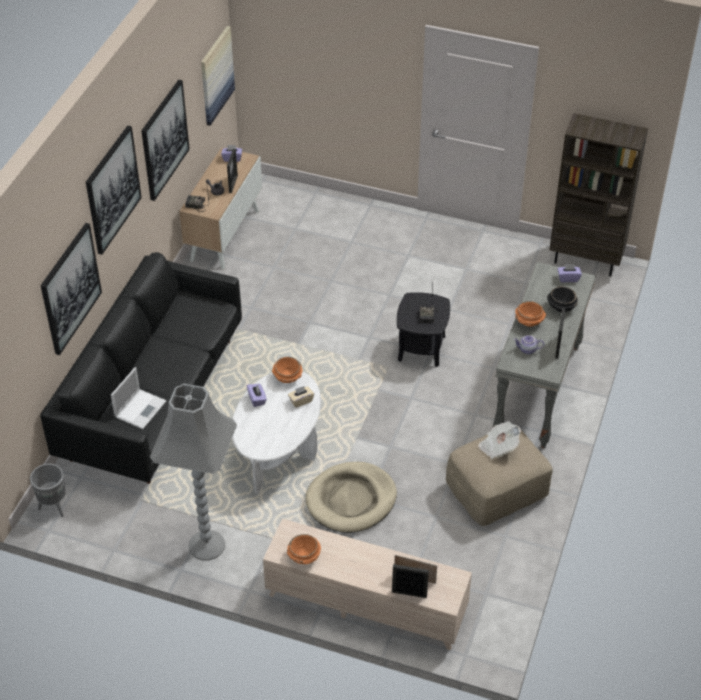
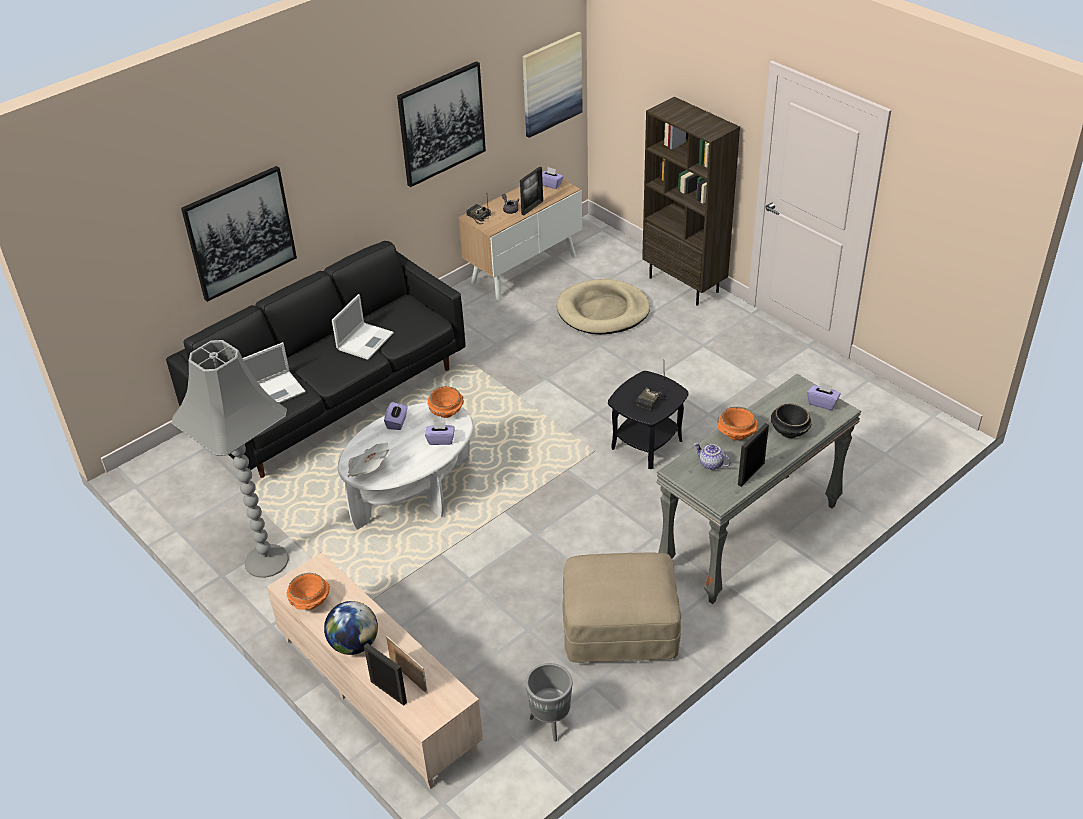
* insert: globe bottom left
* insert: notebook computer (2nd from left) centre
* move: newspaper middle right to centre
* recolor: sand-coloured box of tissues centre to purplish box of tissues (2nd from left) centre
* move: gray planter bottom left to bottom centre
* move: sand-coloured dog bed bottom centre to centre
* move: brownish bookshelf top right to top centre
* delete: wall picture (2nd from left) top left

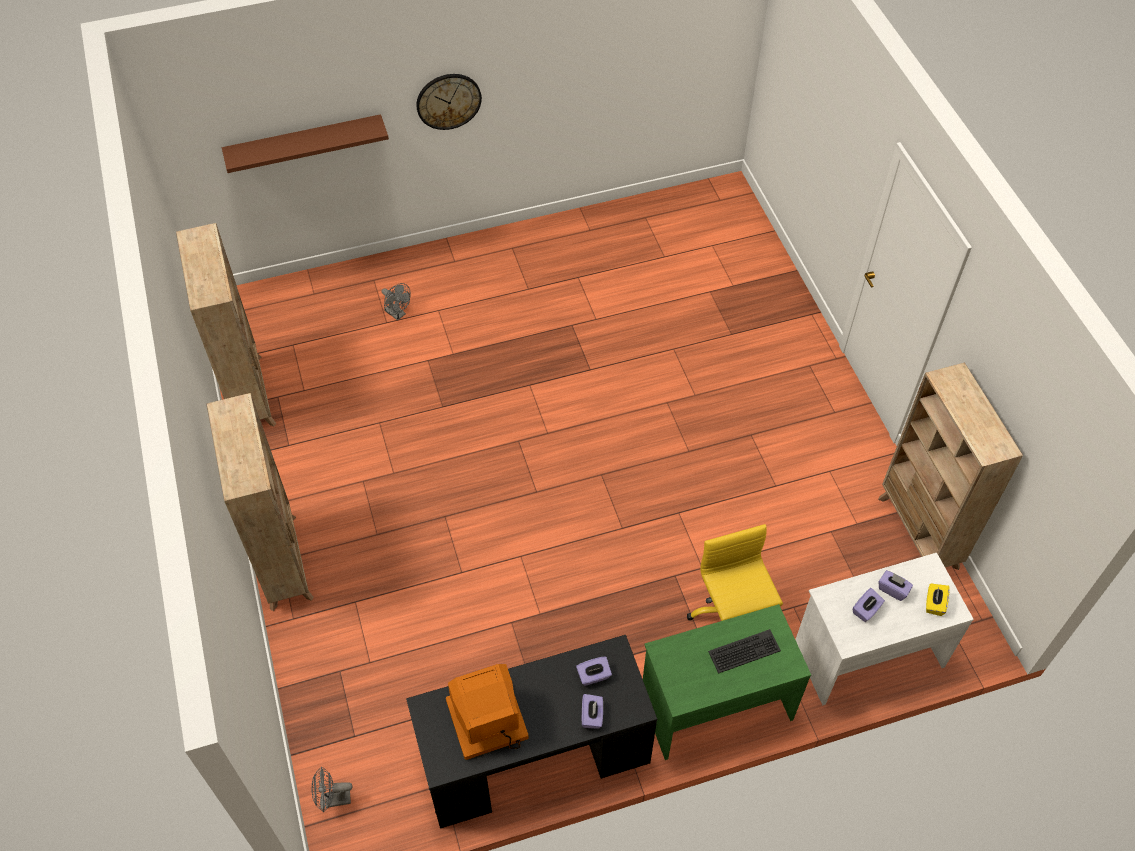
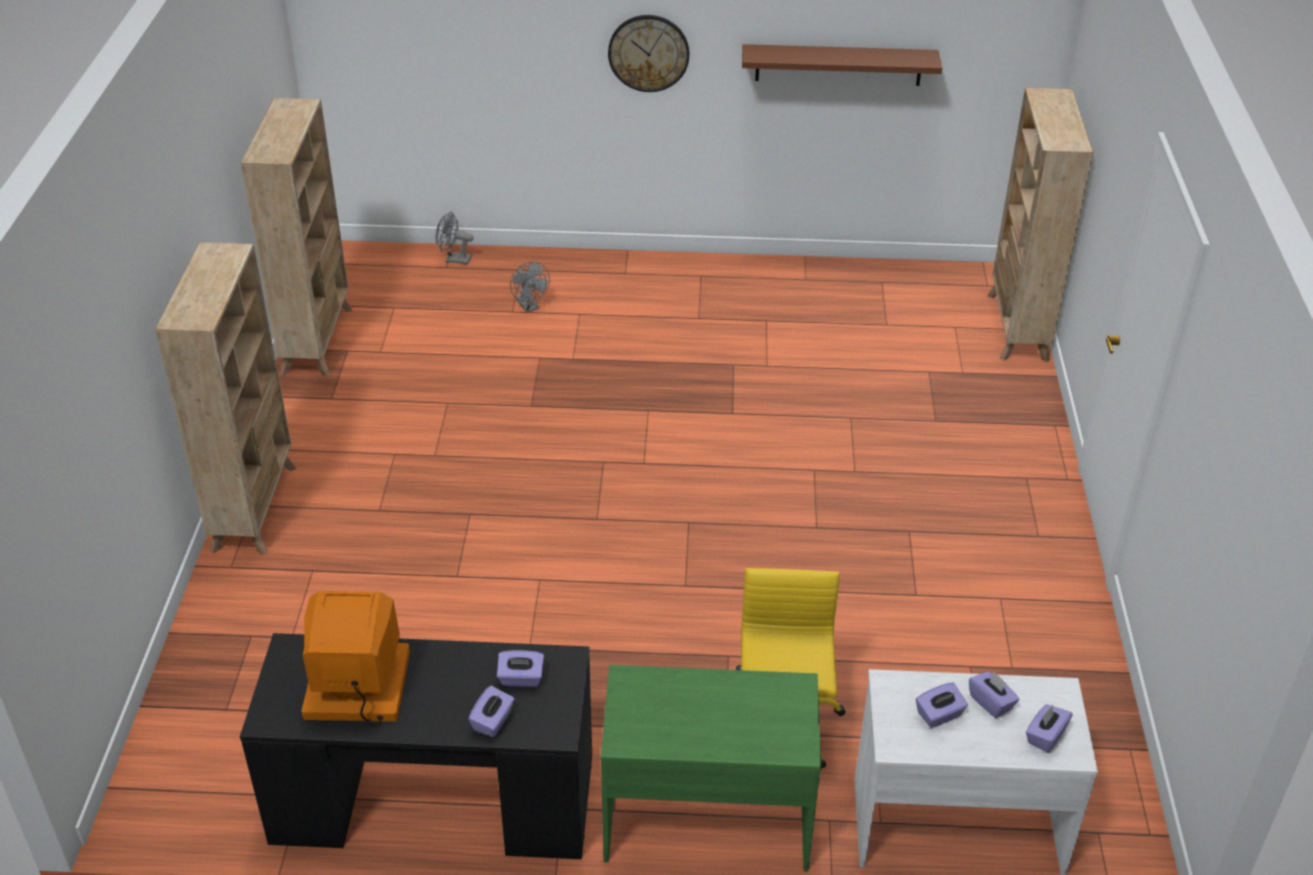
* move: gray cooling fan (1st from left) bottom left to top centre
* move: brownish wall shelf top left to top centre
* move: sand-coloured bookshelf (3rd from left) middle right to top right
* recolor: yellow-coloured box of tissues bottom right to purplish box of tissues (5th from left) bottom right
* delete: computer keyboard bottom centre

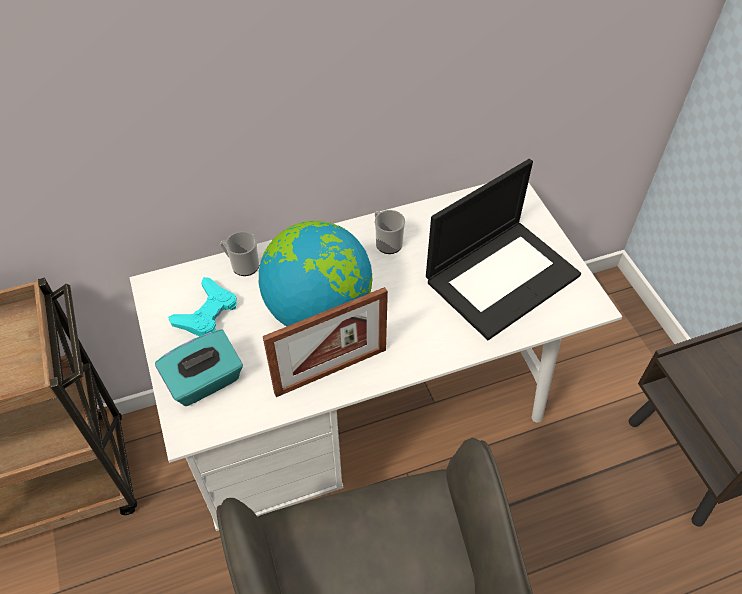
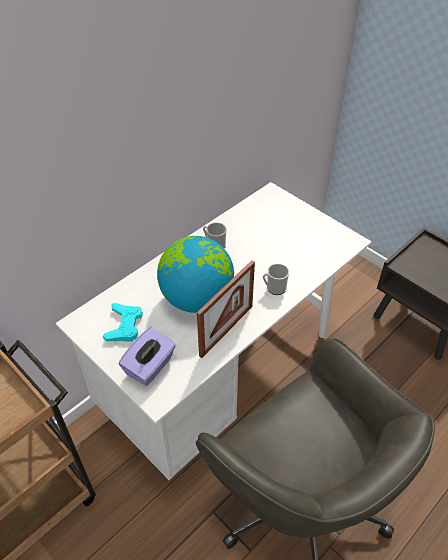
* recolor: turquoise-coloured box of tissues middle left to purplish box of tissues middle left
* move: mug (1st from left in the first image) middle left to mug (2nd from left) centre
* delete: notebook computer middle right

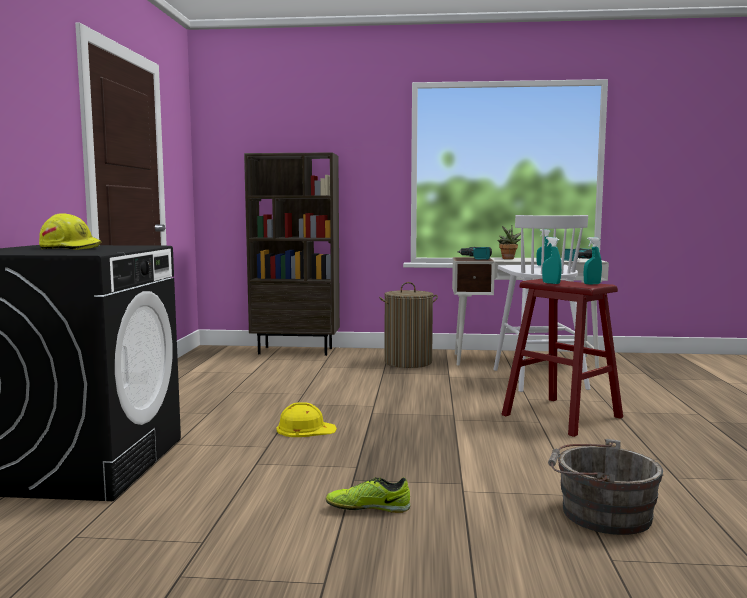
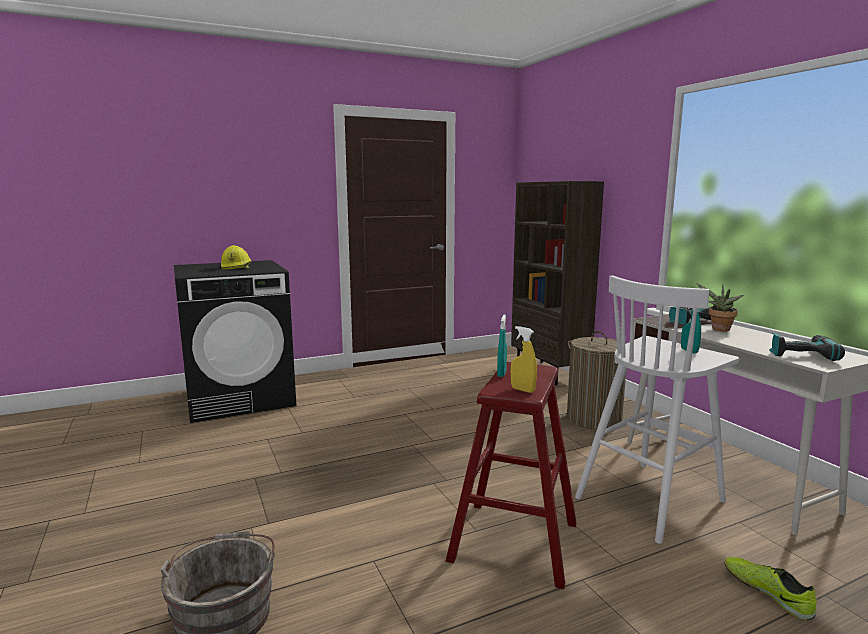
* recolor: turquoise-coloured spray bottle (3rd from left) middle right to yellow-coloured spray bottle centre
* move: shoe bottom centre to bottom right
* delete: yellow-coloured safety helmet (2nd from left) bottom centre

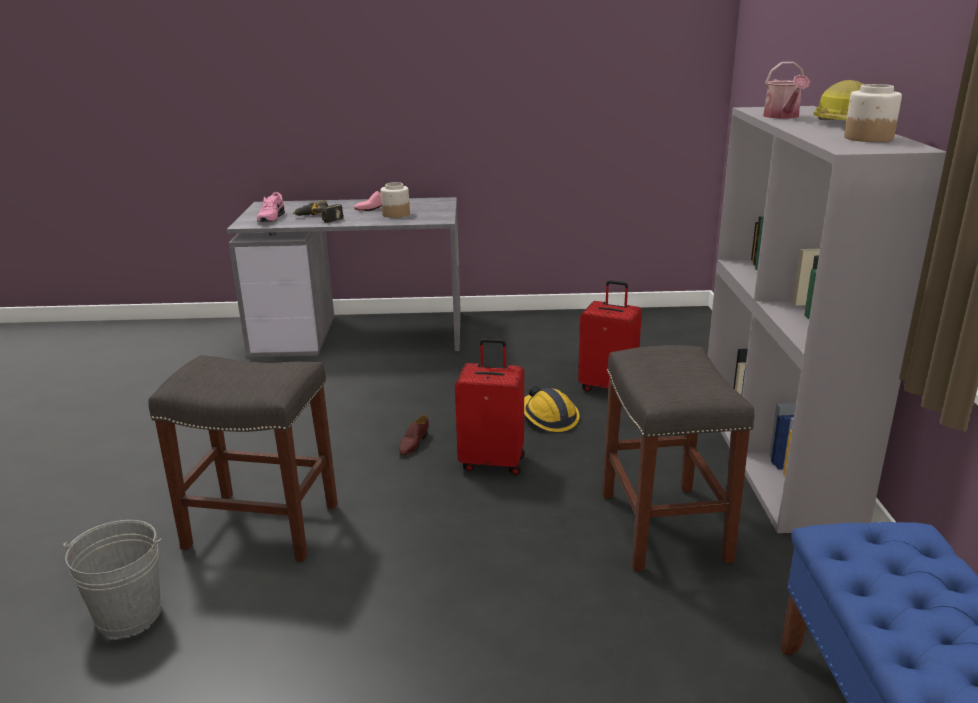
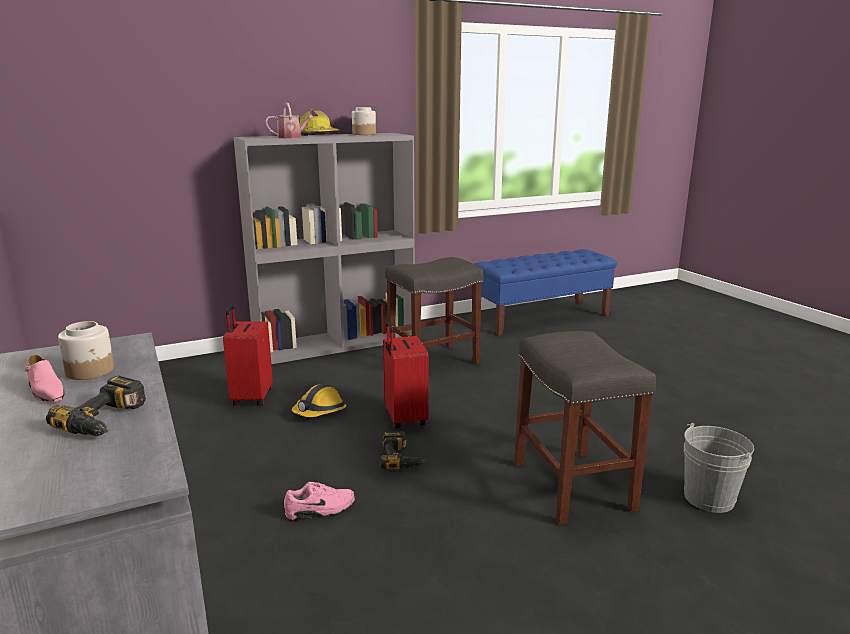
* move: pink shoe (1st from left in the first image) top left to pink shoe (2nd from left) bottom centre
* replace: brownish shoe centre to power drill (2nd from left) bottom centre

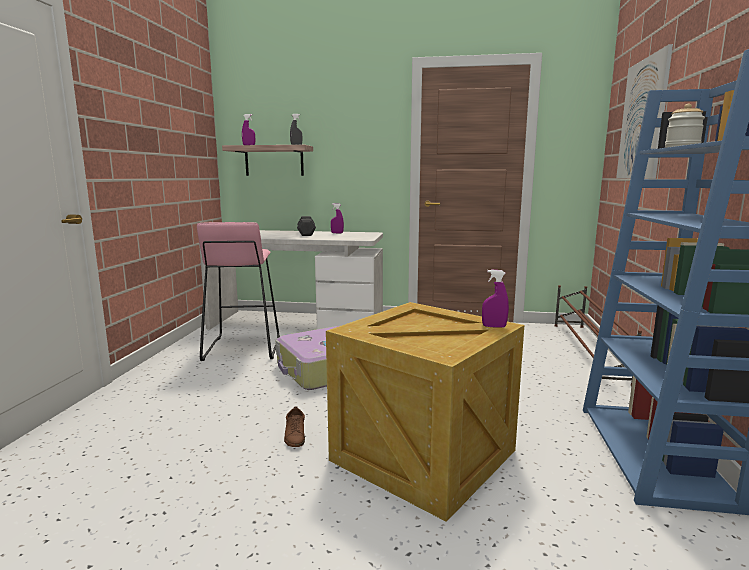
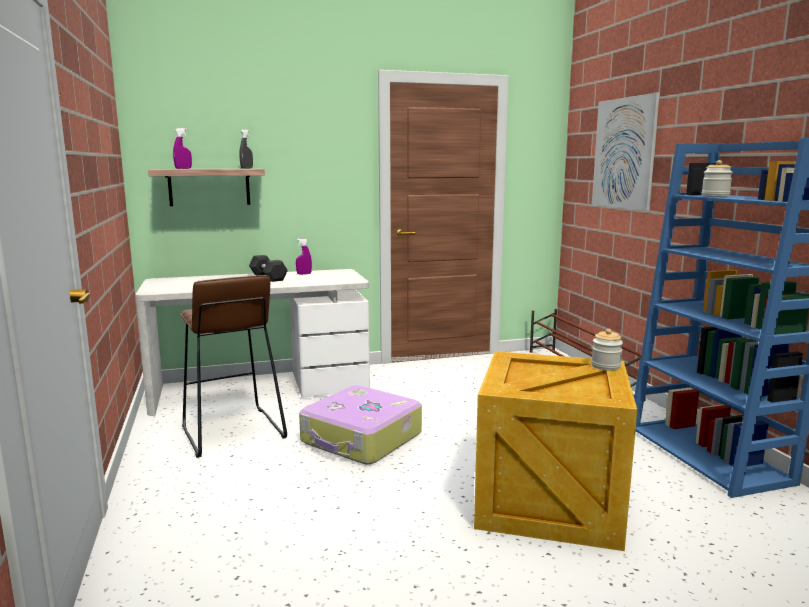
* recolor: pink sitting stool middle left to brownish sitting stool middle left
* replace: purplish spray bottle (3rd from left) centre to preserve jar (1st from left) middle right
* delete: brownish shoe bottom centre

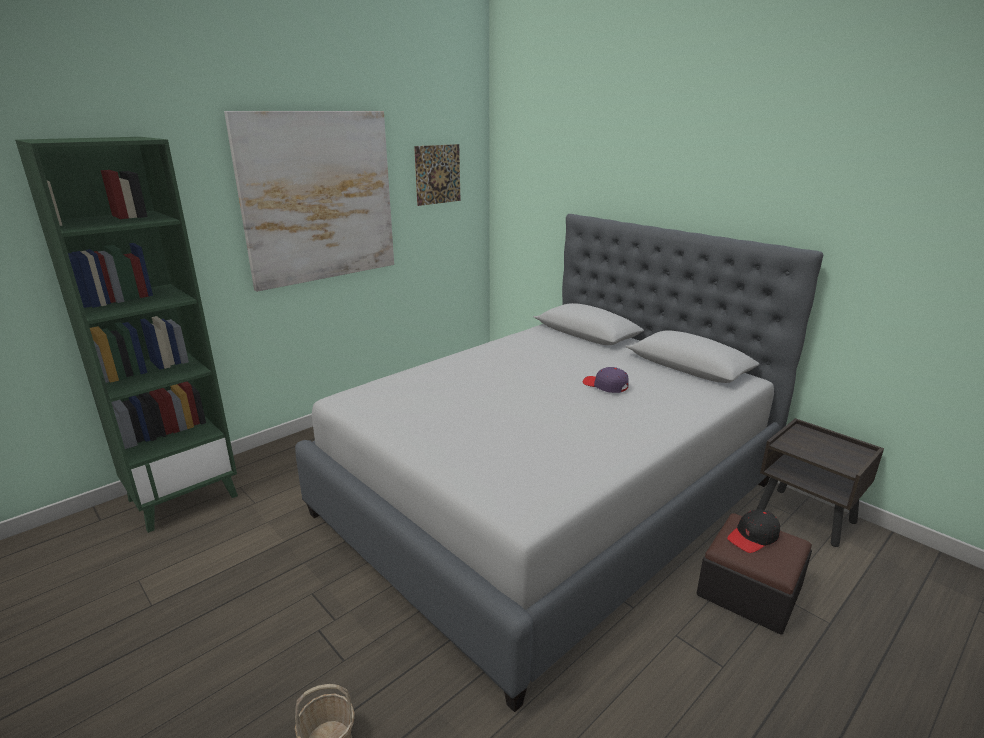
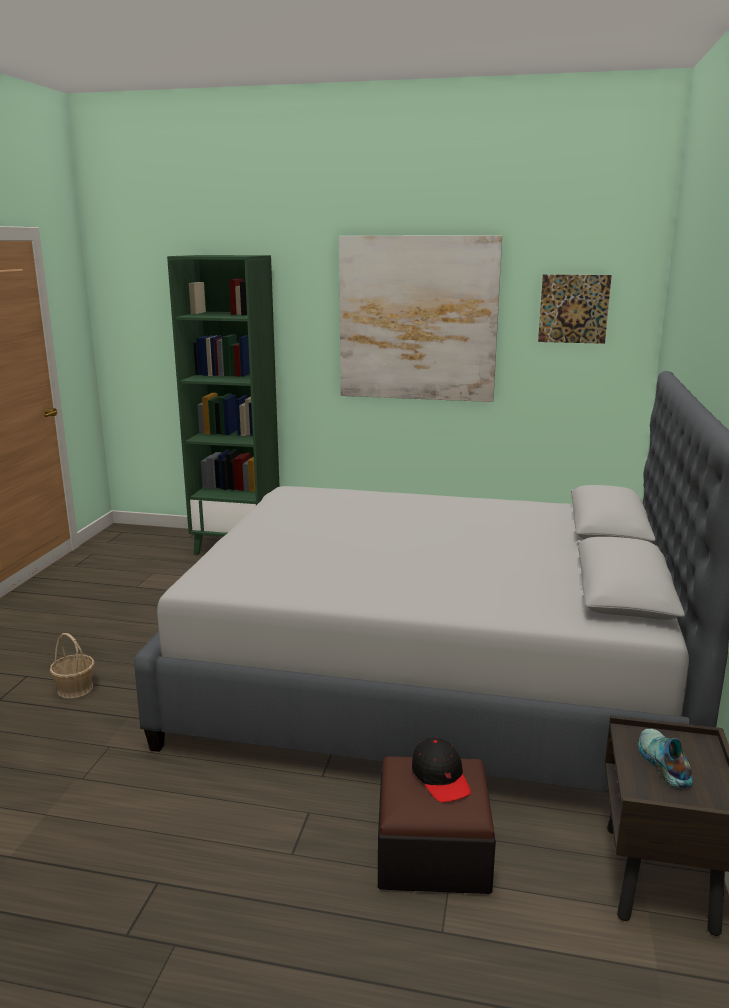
* rotate: black peaked cap bottom right = bottom centre 135 degrees counterclockwise
* insert: shoe bottom right
* delete: purplish peaked cap centre

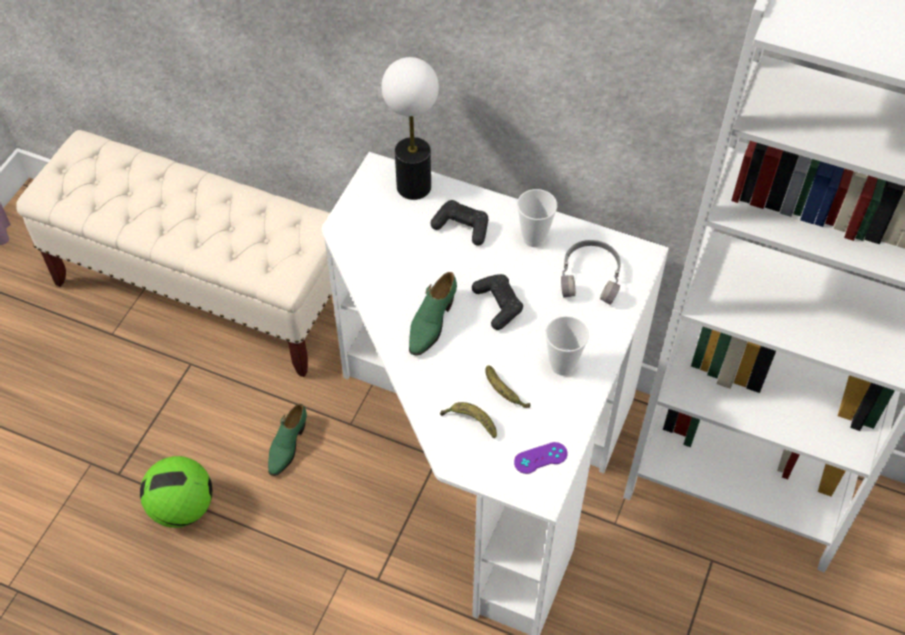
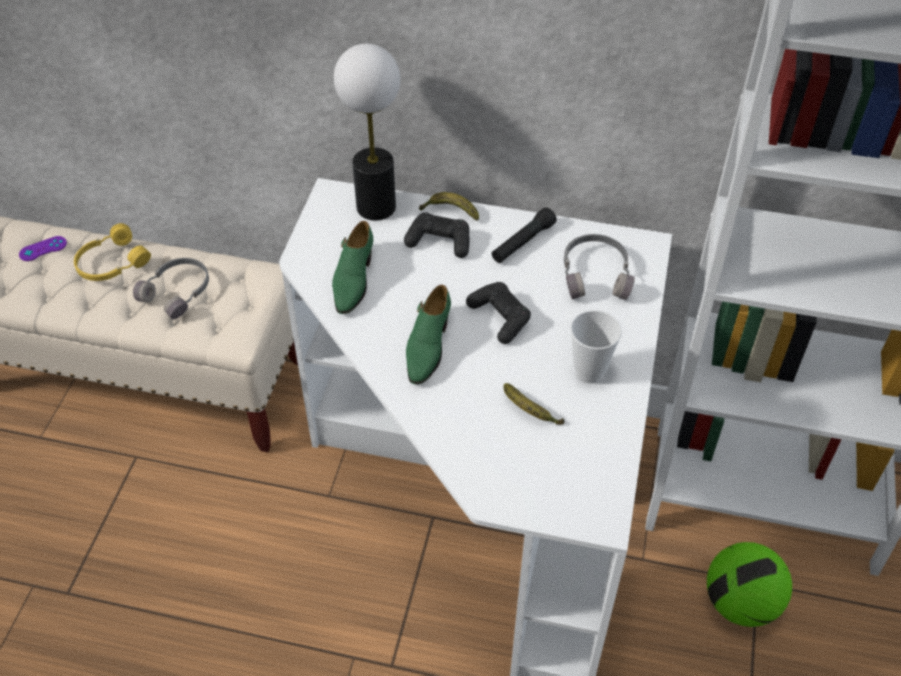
* move: purplish gamepad bottom centre to middle left
* insert: yellow-coloured headphones middle left
* insert: gray headphones (1st from left) middle left
* move: green shoe (1st from left) bottom left to centre
* move: banana (1st from left) centre to top centre
* replace: drinking cup (1st from left) centre to black flashlight centre
* move: football ball bottom left to bottom right

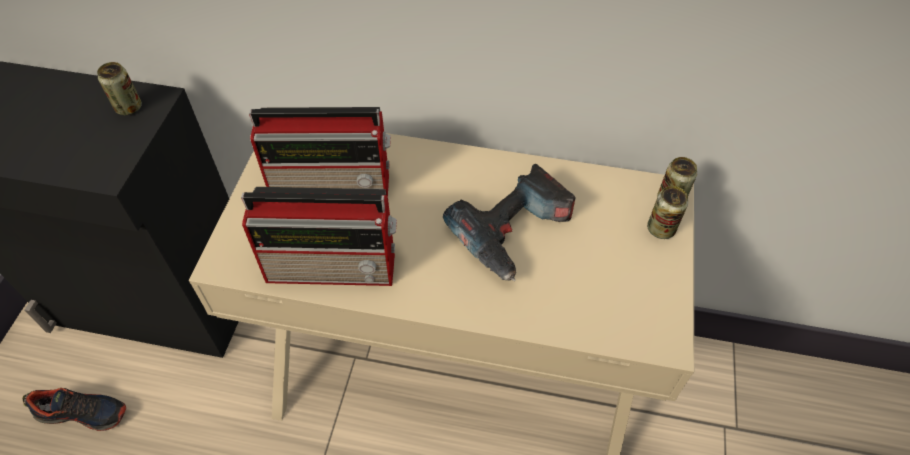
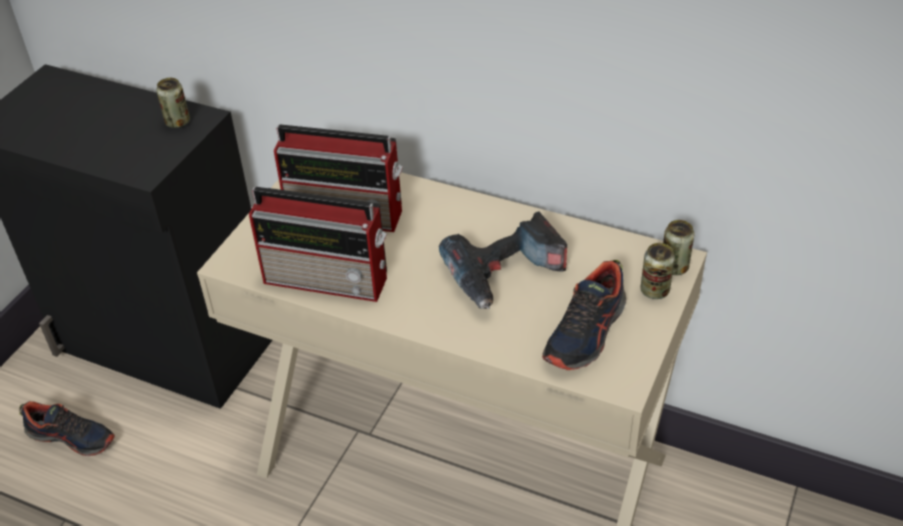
* insert: shoe (2nd from left) centre

